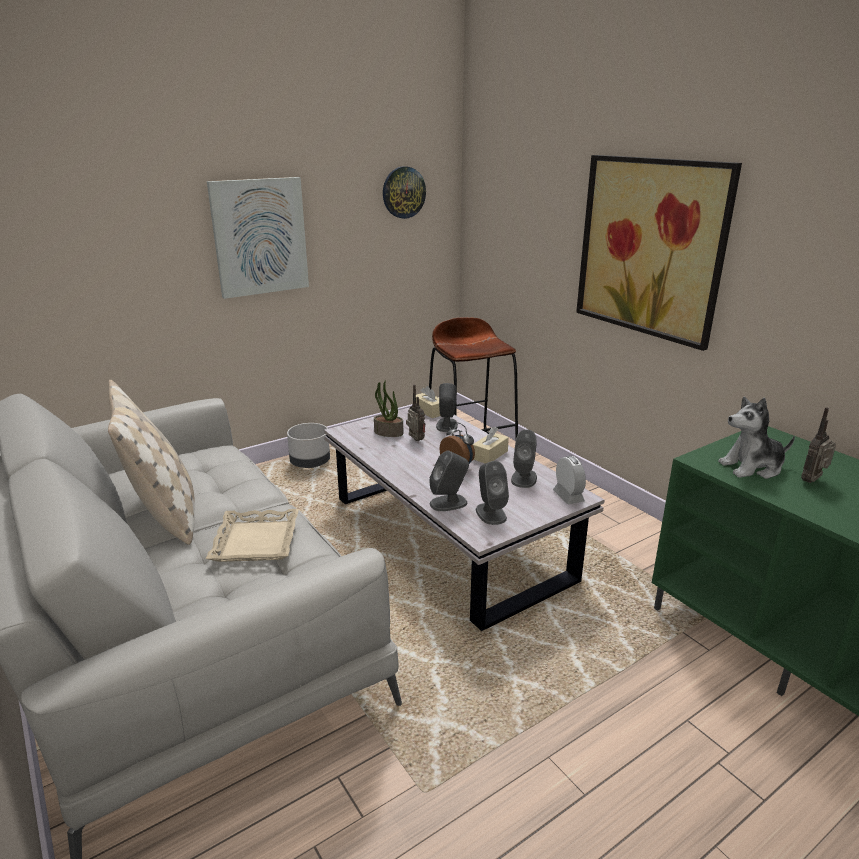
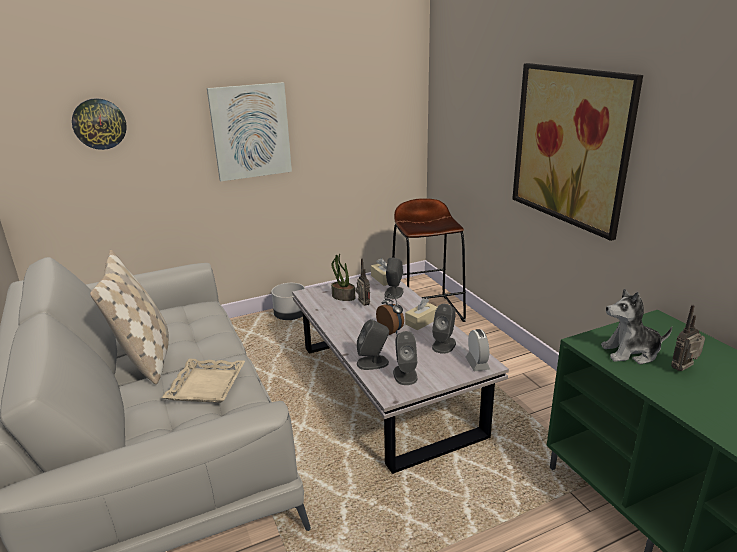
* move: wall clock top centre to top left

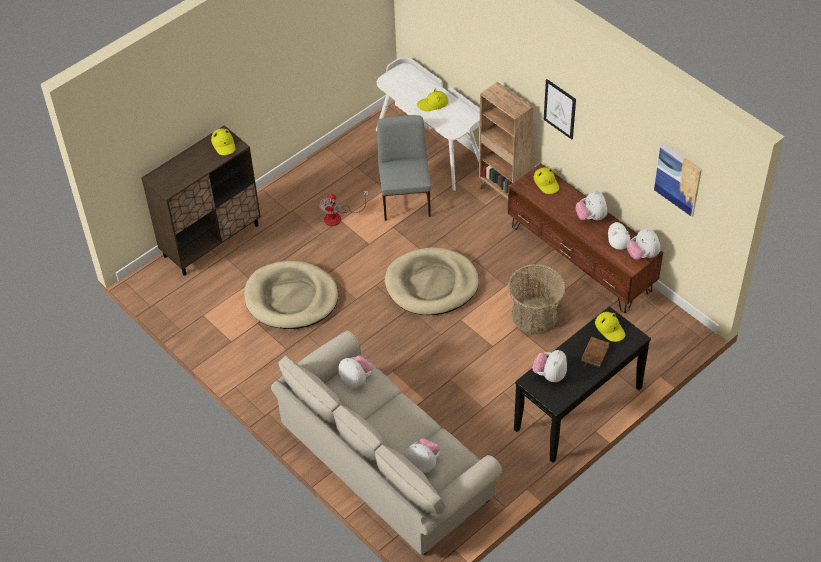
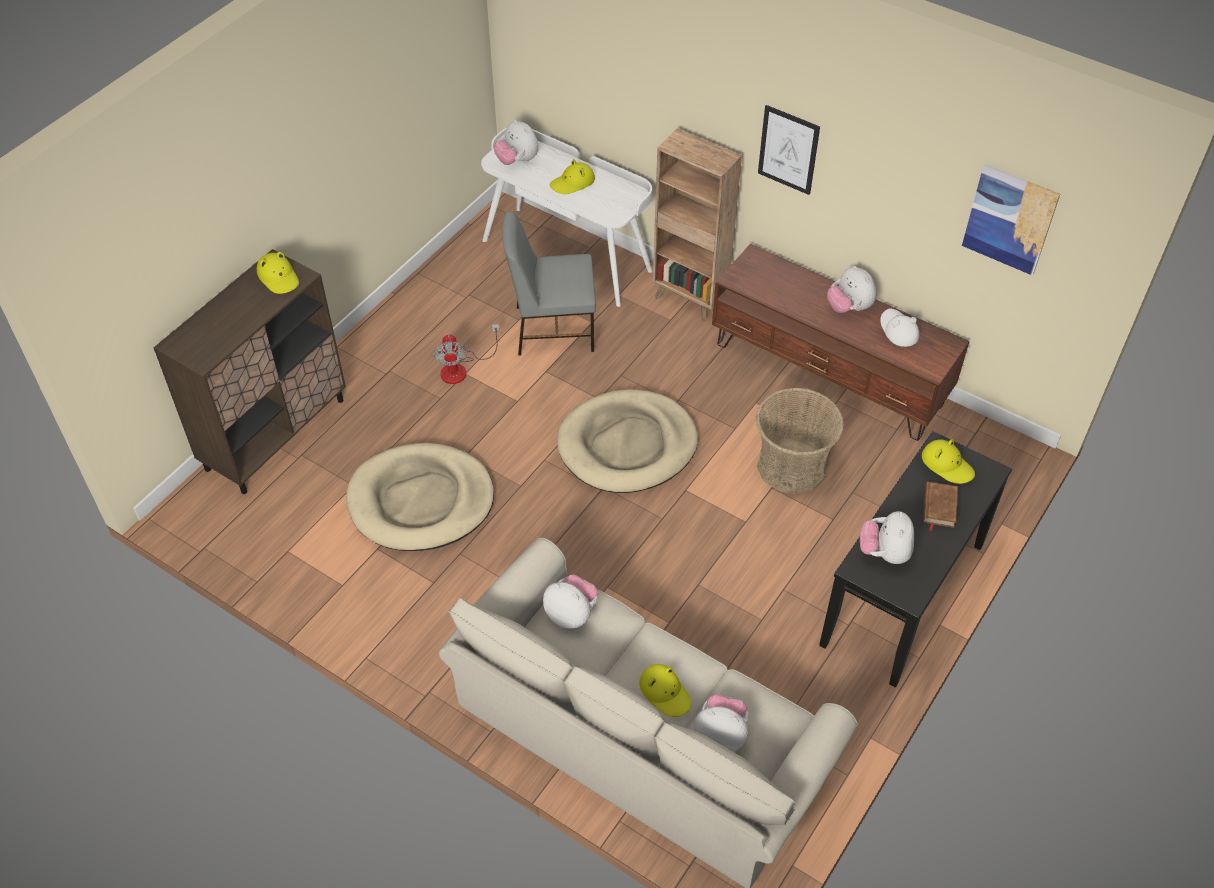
* move: soft toy (5th from left in the first image) middle right to soft toy (1st from left) top centre
* rotate: gray upright chair top centre = top centre 75 degrees counterclockwise
* move: yellow-coloured hat (3rd from left) top centre to bottom centre

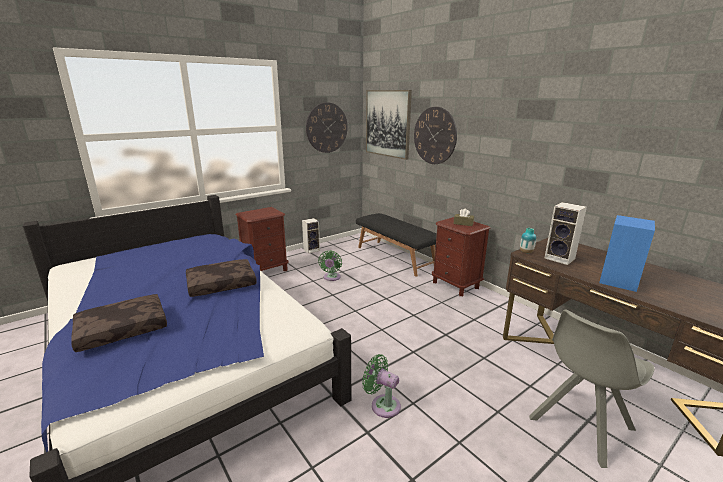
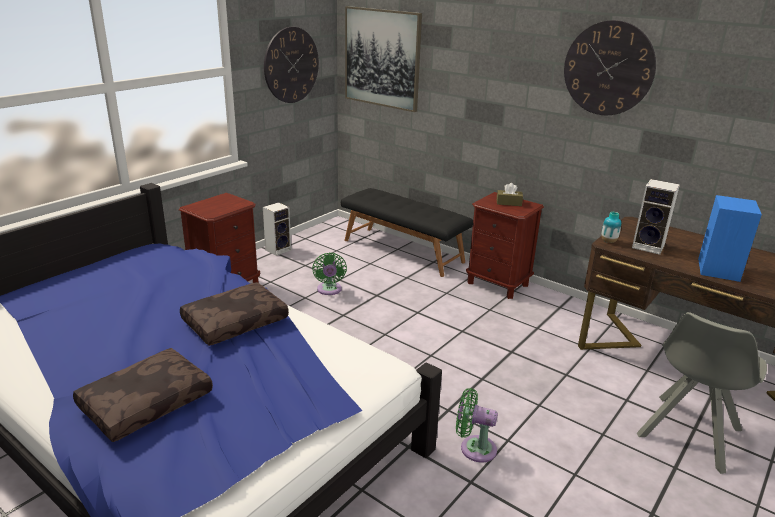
* move: wall clock (2nd from left) top centre to top right

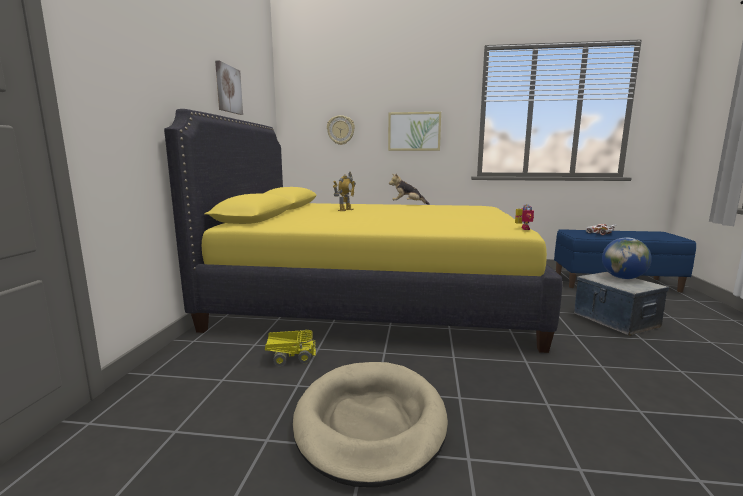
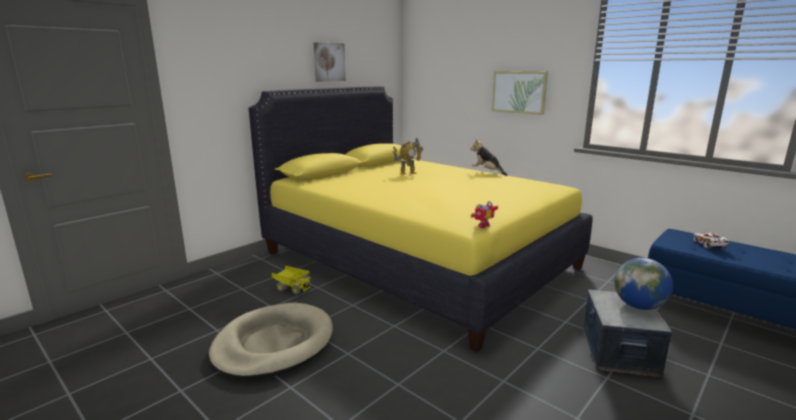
* delete: wall clock top centre

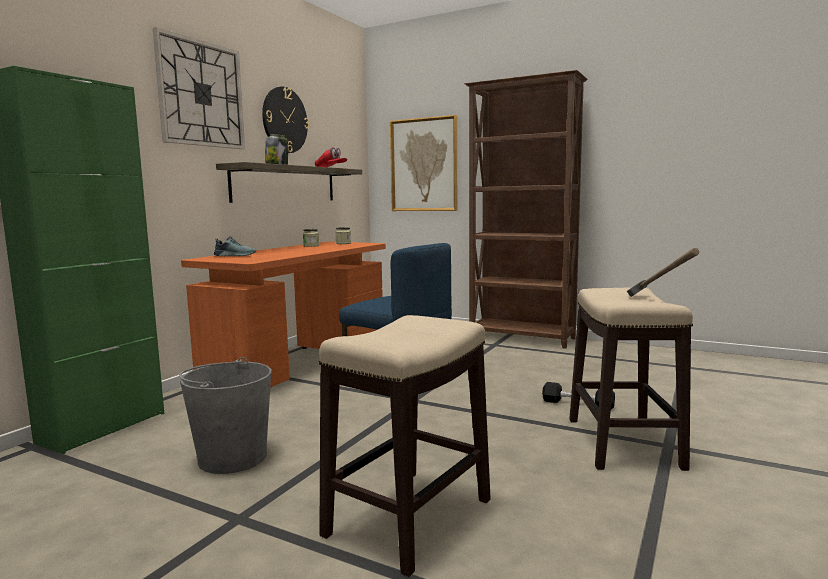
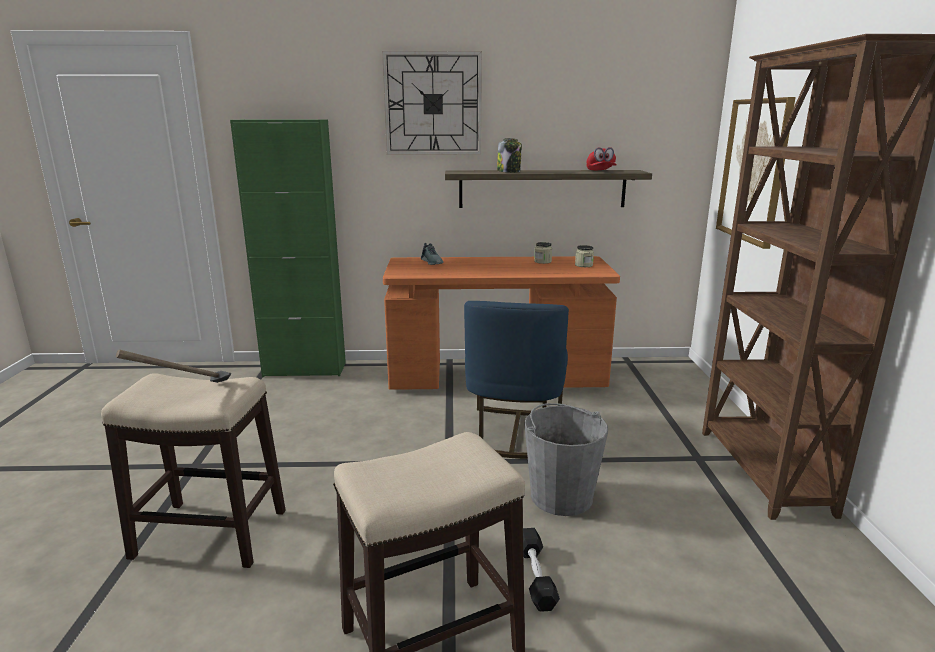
* move: hammer middle right to middle left
* move: gray pail bottom left to bottom centre
* delete: wall clock (2nd from left) top centre

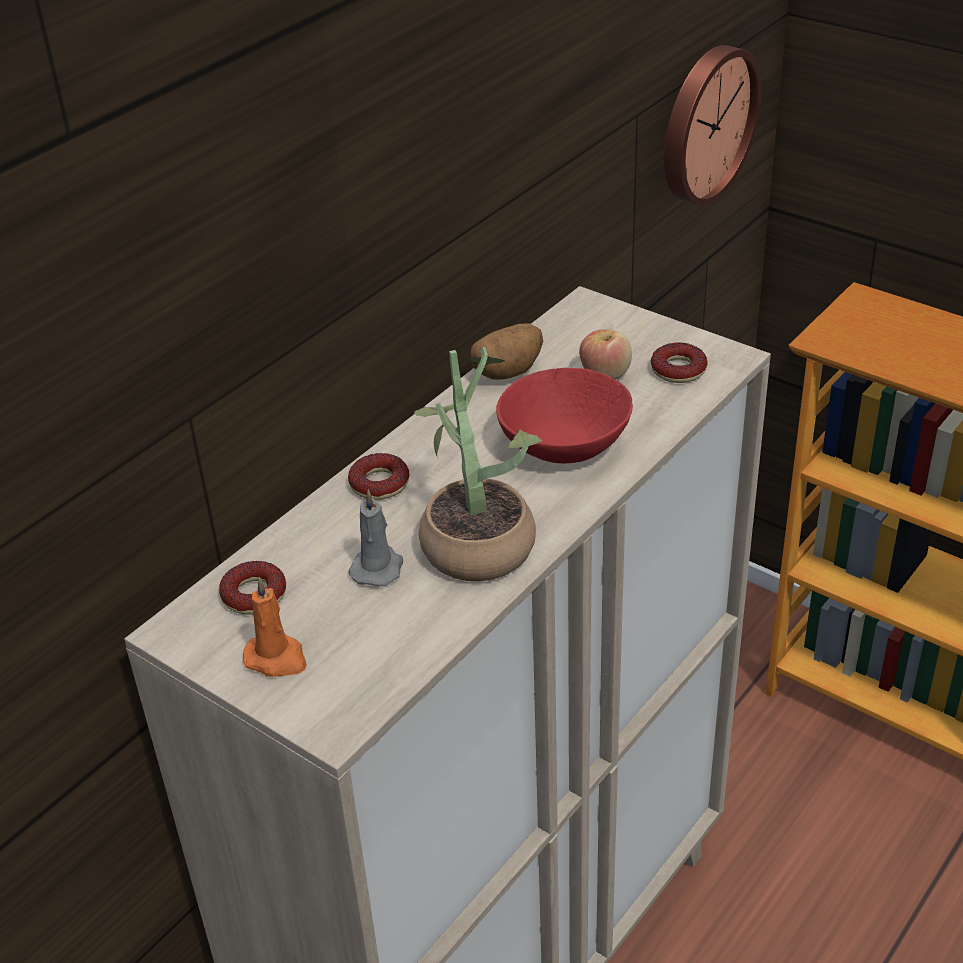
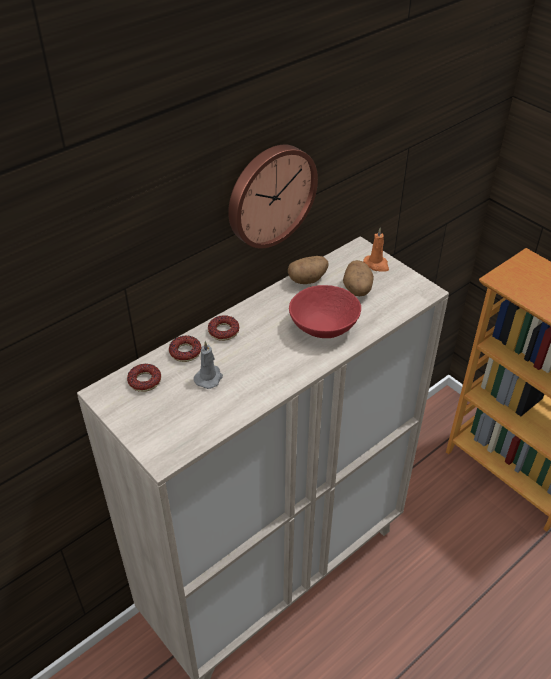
* move: donut (3rd from left in the first image) middle right to donut (2nd from left) centre
* move: wall clock top right to top centre
* replace: apple centre to spud (2nd from left) centre
* move: orange wax candle middle left to middle right
* delete: plant in a pot centre

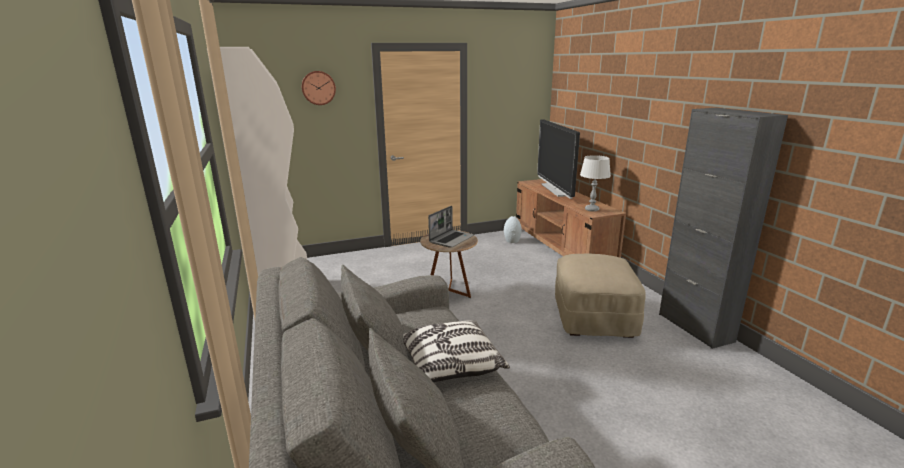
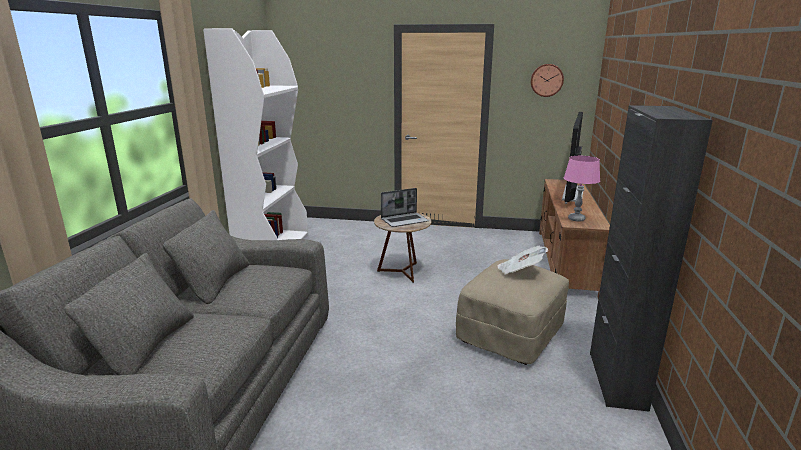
* insert: newspaper centre
* move: wall clock top centre to top right
* recolor: gray tabletop lamp centre to pink tabletop lamp middle right
* delete: pillow bottom centre
* delete: gray decorative vase centre

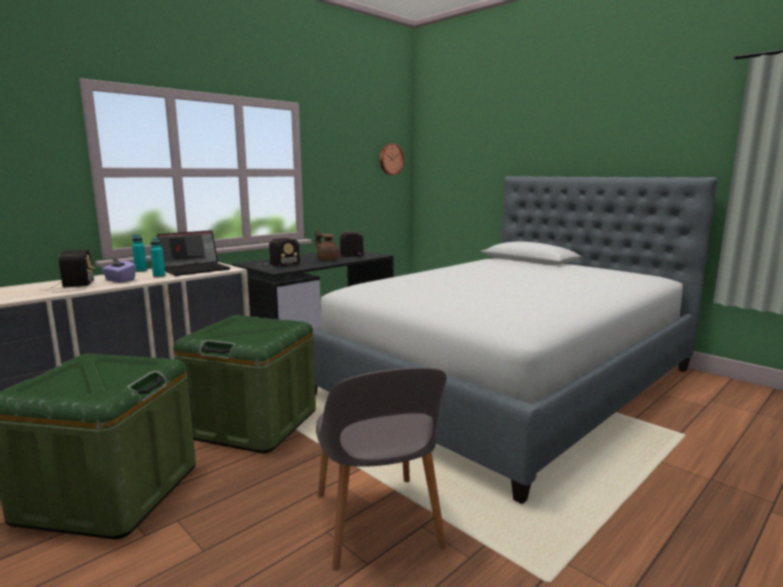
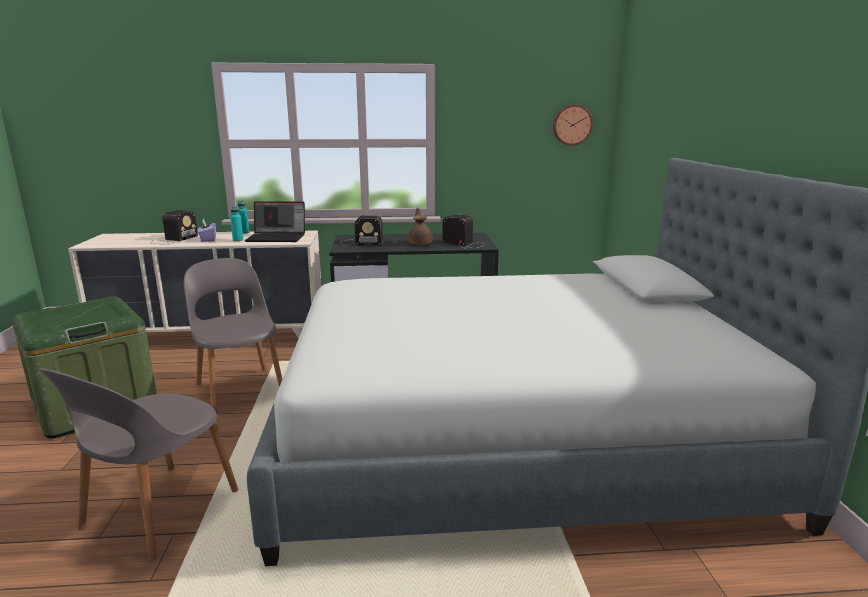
* replace: green storage container (2nd from left) middle left to gray upright chair (2nd from left) middle left

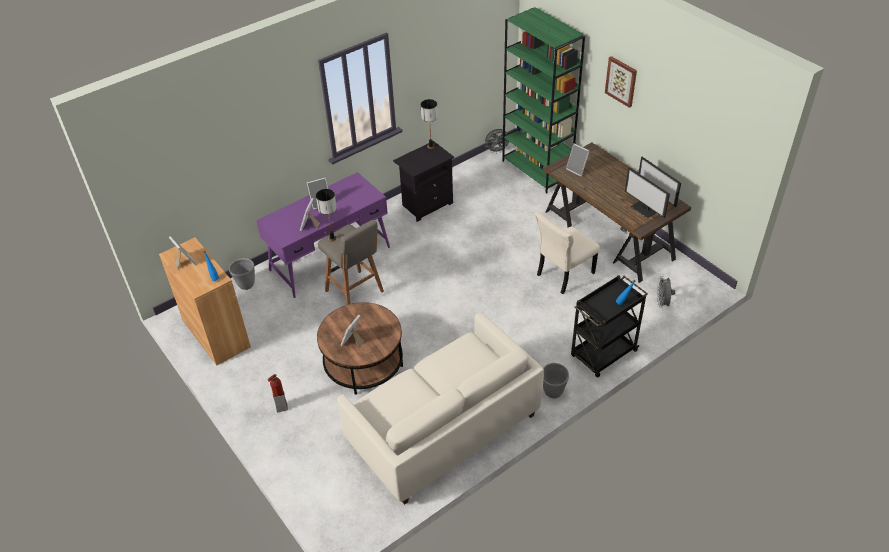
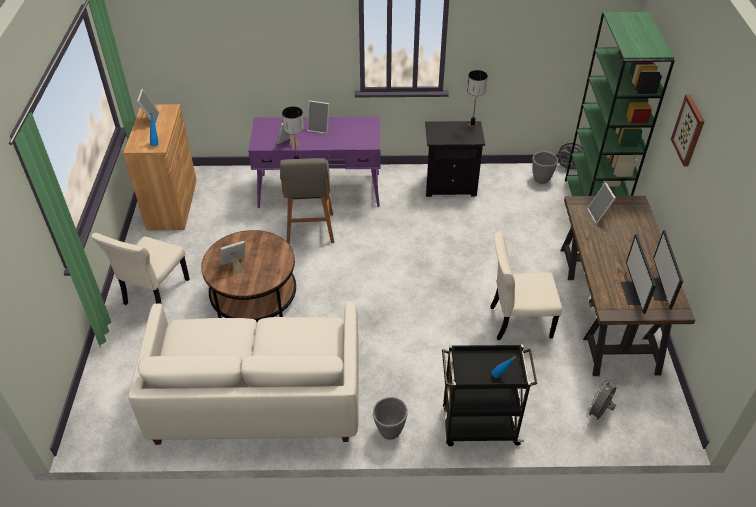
* replace: extinguisher bottom left to sand-coloured upright chair (1st from left) middle left
* move: gray planter (1st from left in the first image) middle left to gray planter (2nd from left) top right

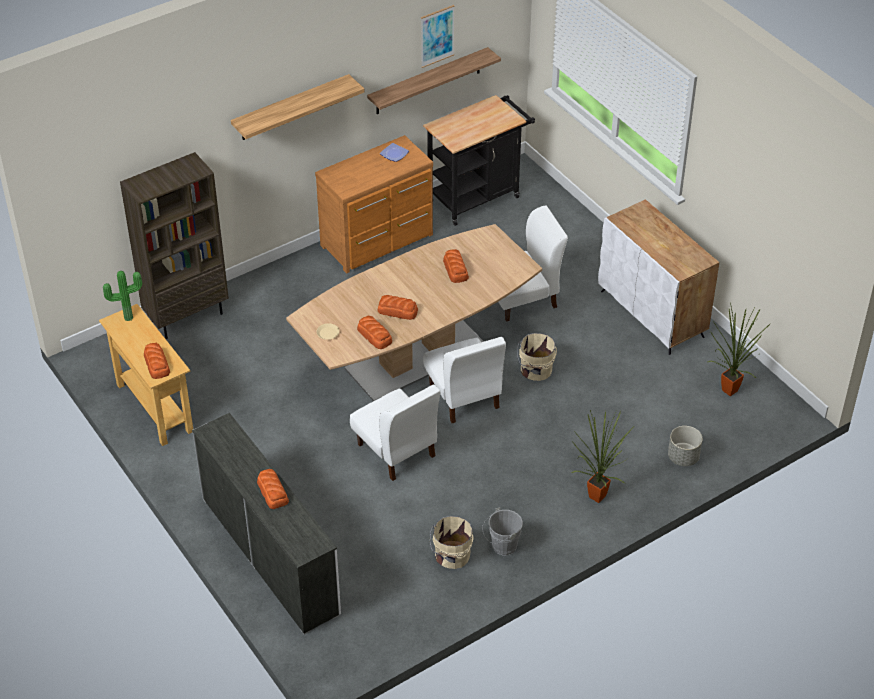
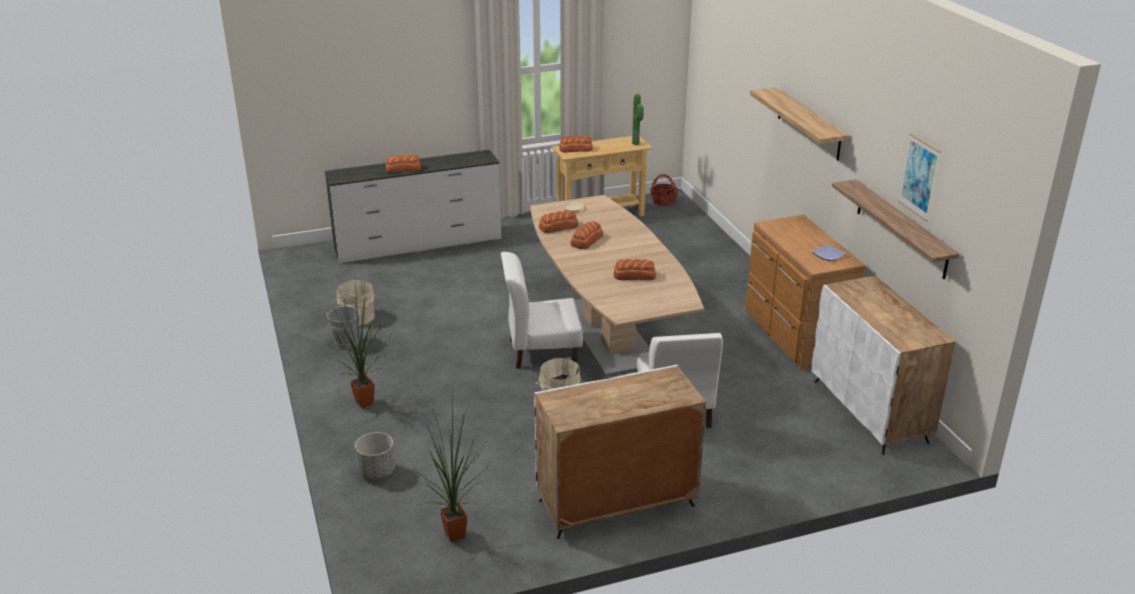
* insert: basket top centre
* replace: black trolley top centre to white storage cabinet (2nd from left) middle right
* delete: brownish bookshelf middle left
* delete: white upright chair (1st from left) centre

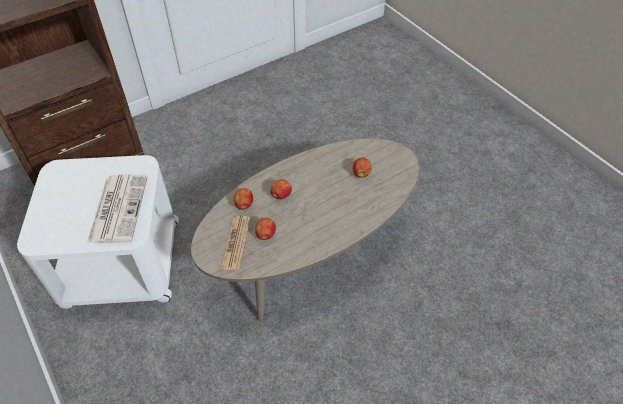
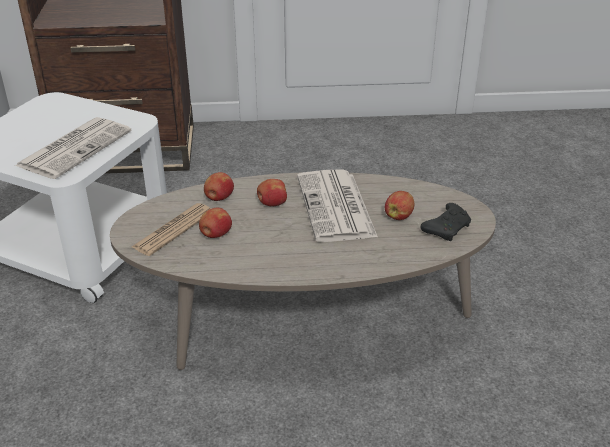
* insert: newspaper (3rd from left) centre
* insert: black gamepad middle right

